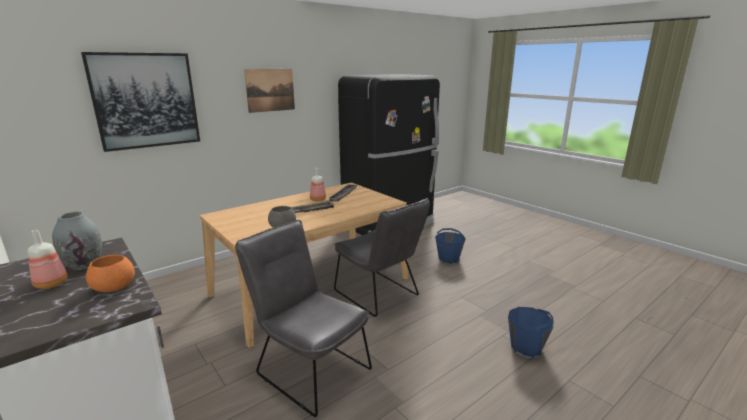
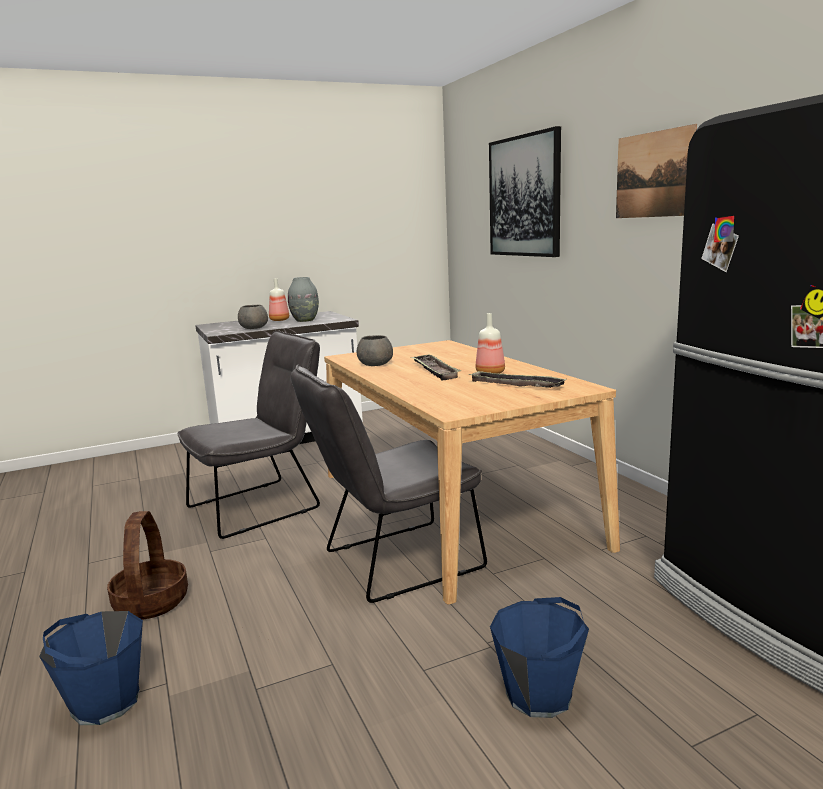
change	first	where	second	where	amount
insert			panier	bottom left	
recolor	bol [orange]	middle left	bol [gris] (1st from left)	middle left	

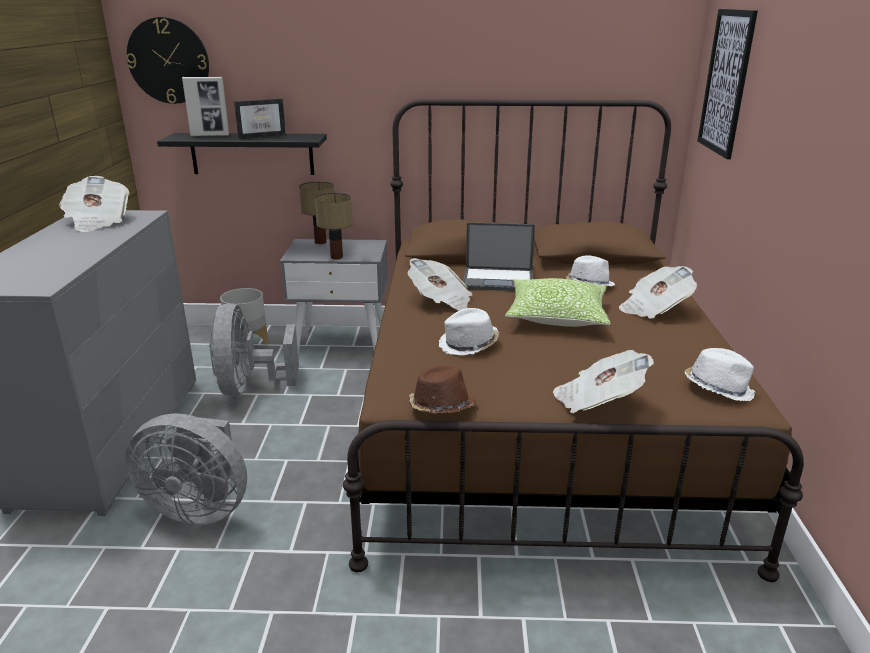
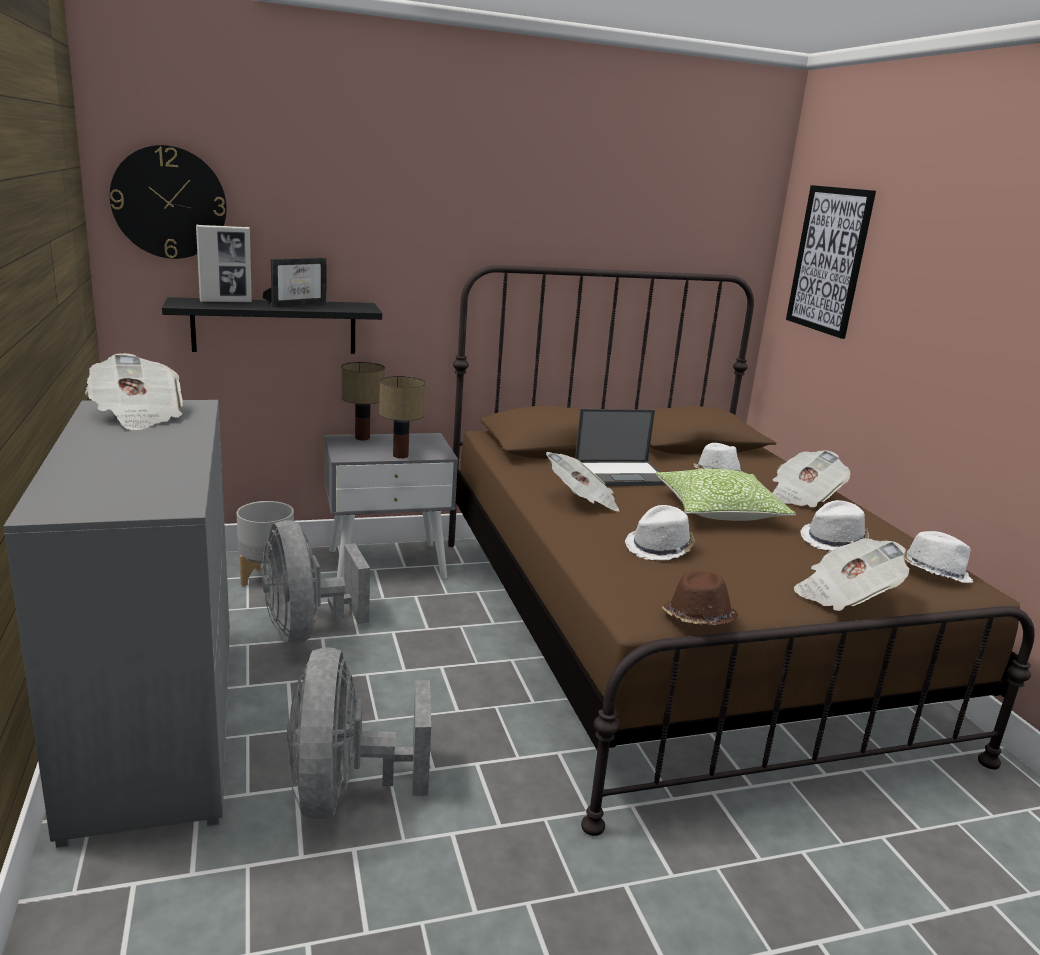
change	first	where	second	where	amount
insert			chapeau [blanc] (3rd from left)	middle right	
rotate	ventilateur [gris] (1st from left in the first image)	bottom left	ventilateur [gris] (2nd from left)	bottom centre	90 degrees clockwise

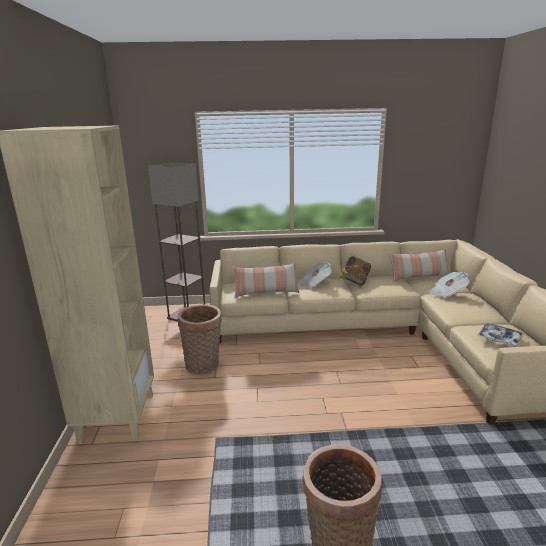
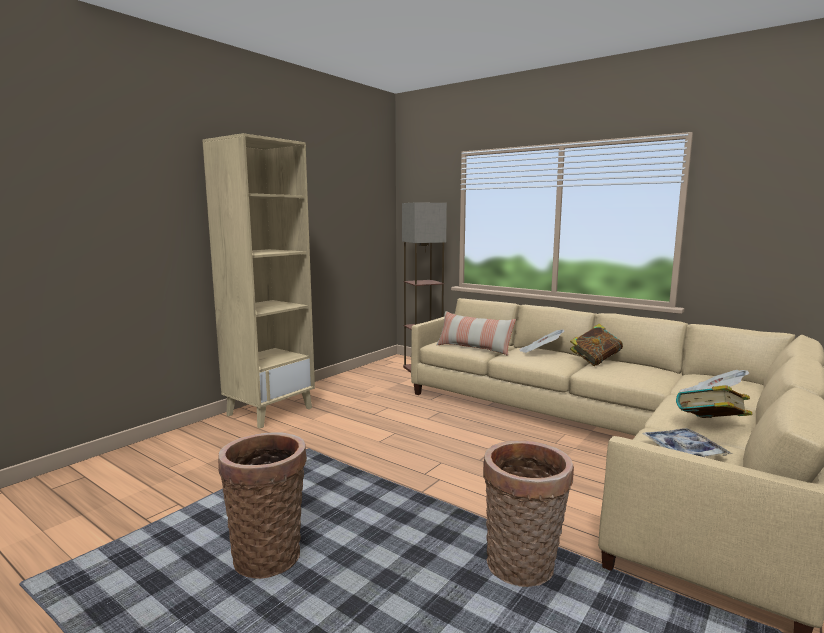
change	first	where	second	where	amount
delete	coussin (2nd from left)	middle right			
insert			livre (2nd from left)	middle right	
move	panier (1st from left in the first image)	centre	panier (2nd from left)	bottom centre	

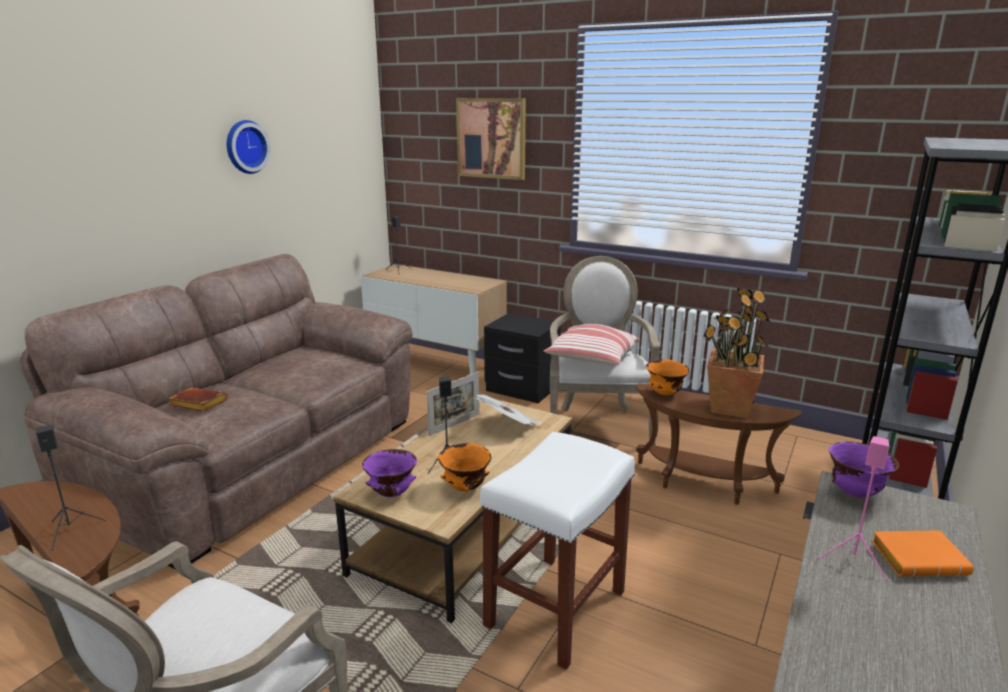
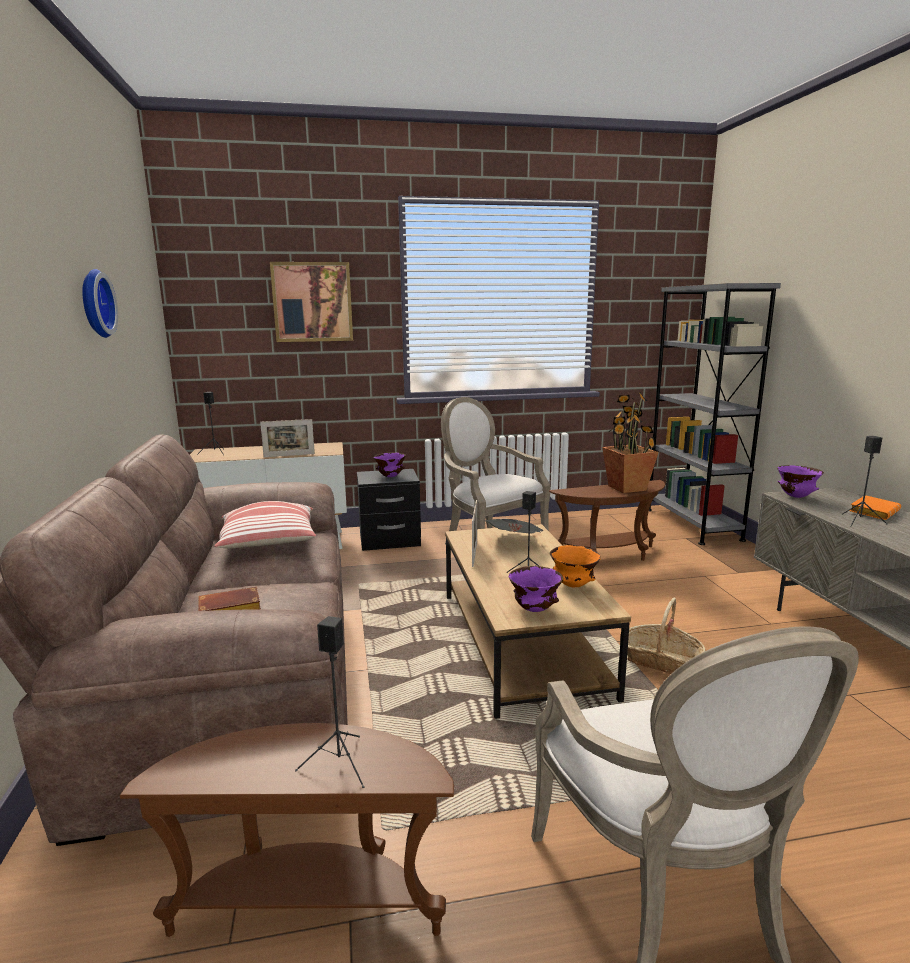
change	first	where	second	where	amount
delete	bol [orange] (2nd from left)	centre			
insert			cadre photo (1st from left)	middle left	
insert			bol [violet] (1st from left)	centre	
move	coussin	centre		middle left	
replace	tabouret [blanc]	bottom centre	panier	middle right	
recolor	enceinte [rose]	bottom right	enceinte [noir] (4th from left)	middle right	

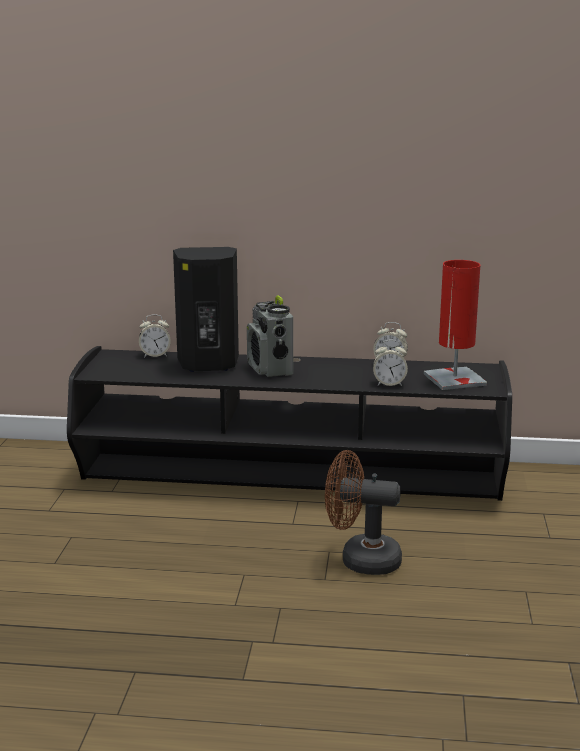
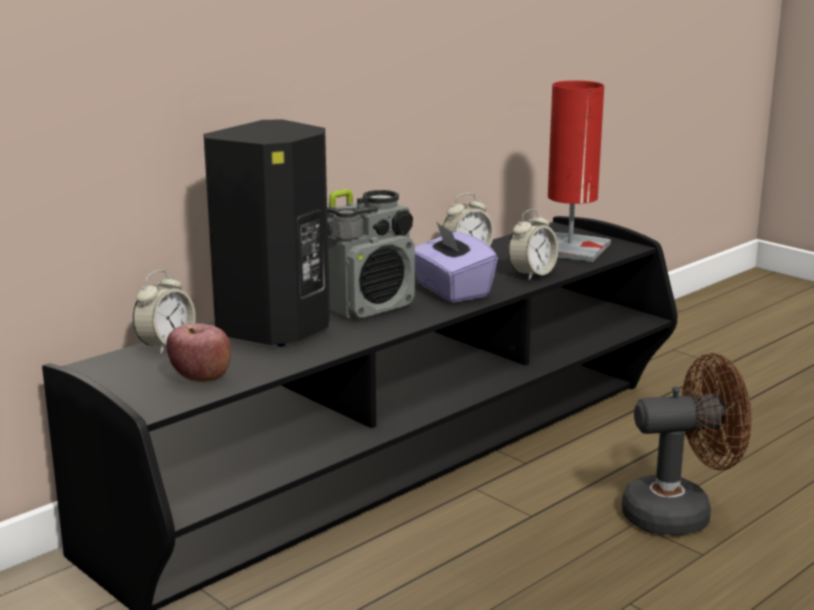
change	first	where	second	where	amount
insert			pomme	middle left	
insert			boîte à mouchoirs [violet]	centre	
rotate	radio	centre		centre	60 degrees counterclockwise
rotate	ventilateur [marron]	bottom centre		bottom right	150 degrees counterclockwise

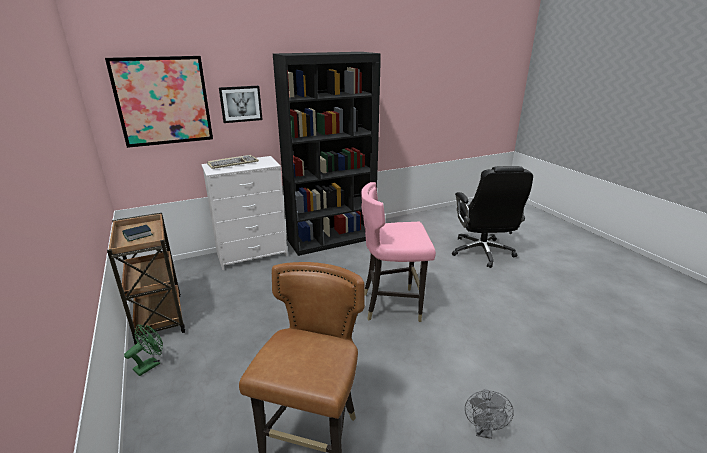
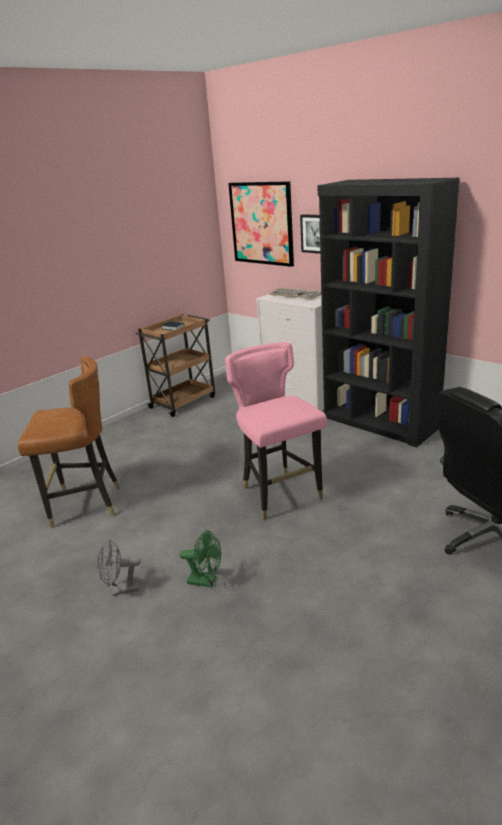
change	first	where	second	where	amount
move	ventilateur [vert]	bottom left		bottom centre	

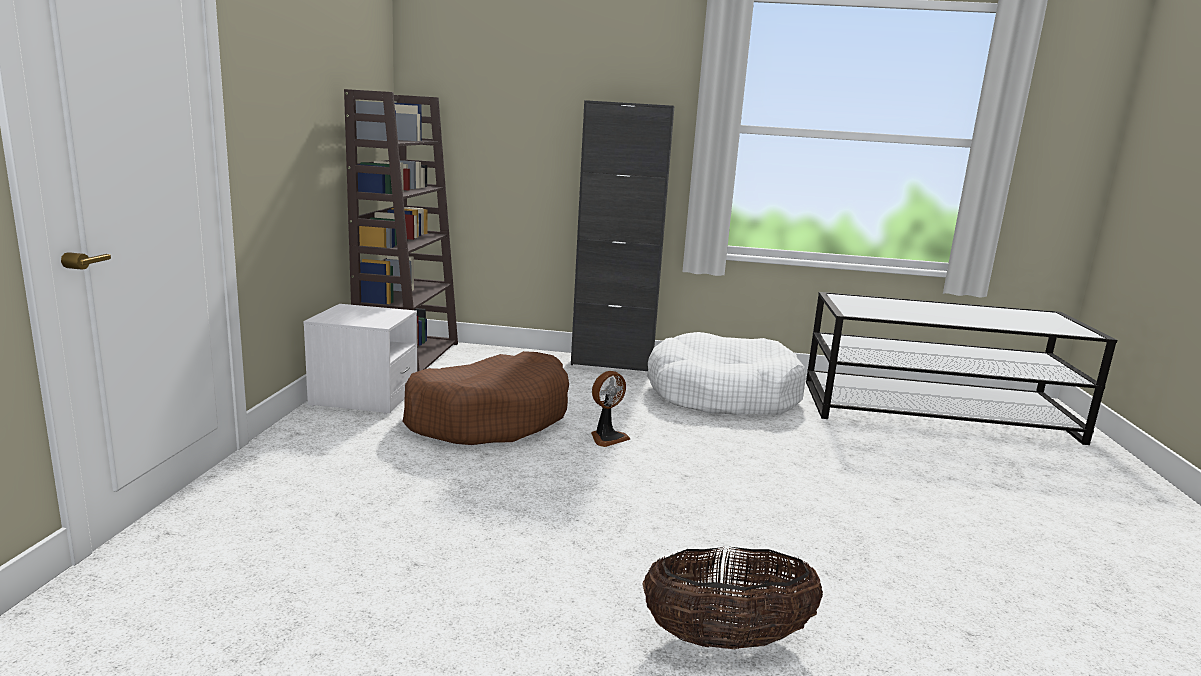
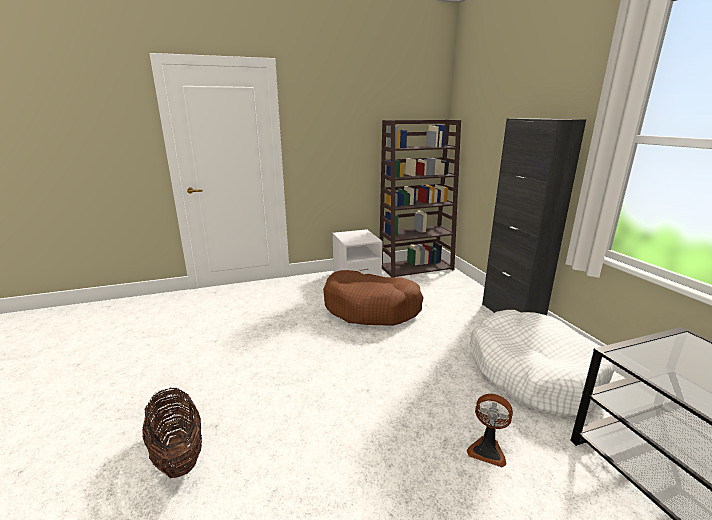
change	first	where	second	where	amount
move	ventilateur	centre		bottom right	

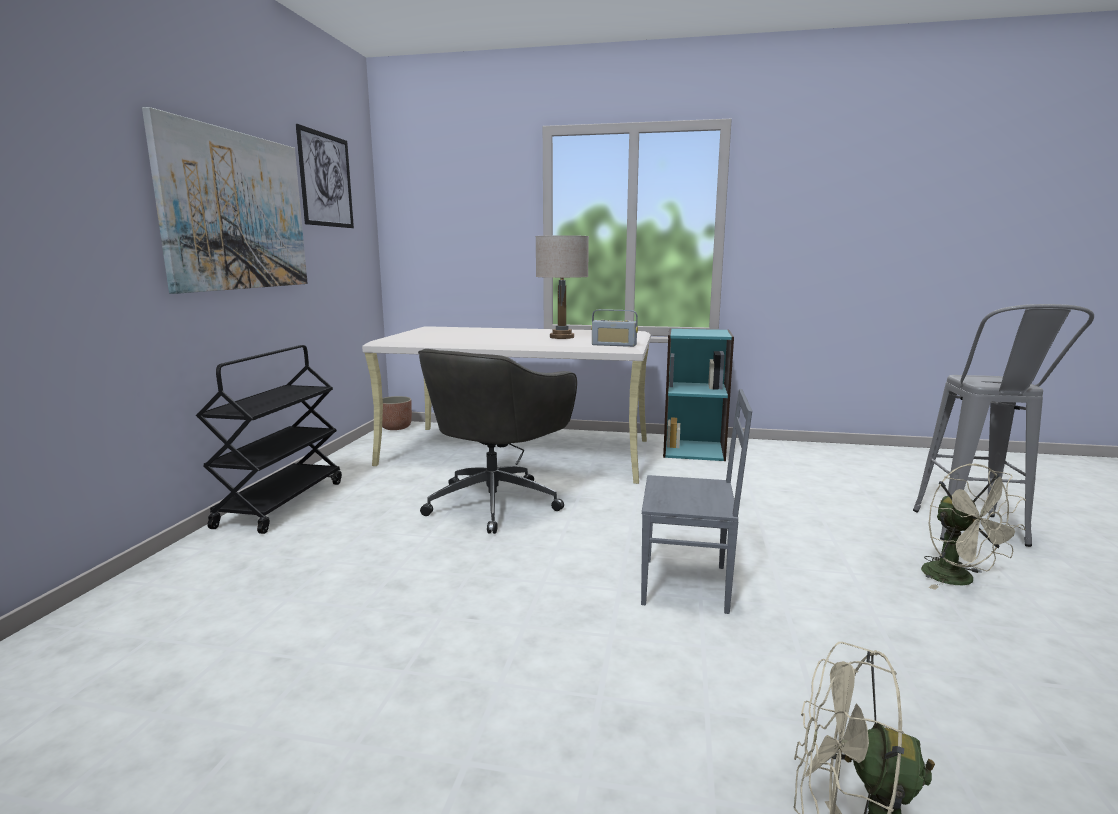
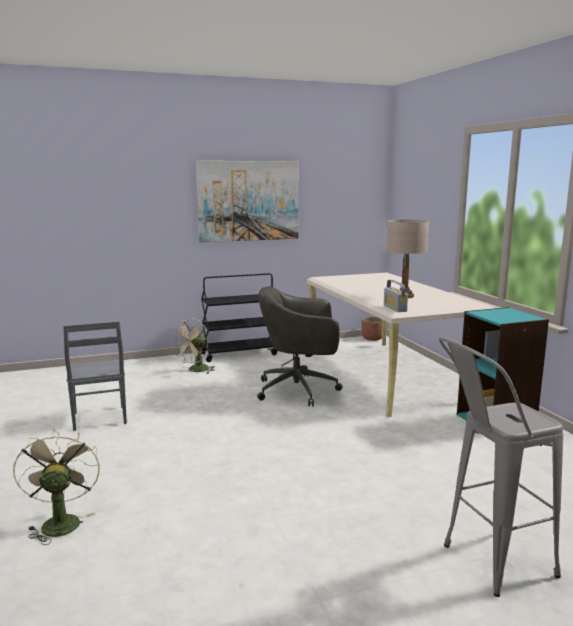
change	first	where	second	where	amount
delete	tableau (2nd from left)	top left			
move	chaise [gris]	centre		middle left	
move	ventilateur [beige] (2nd from left)	middle right		centre	

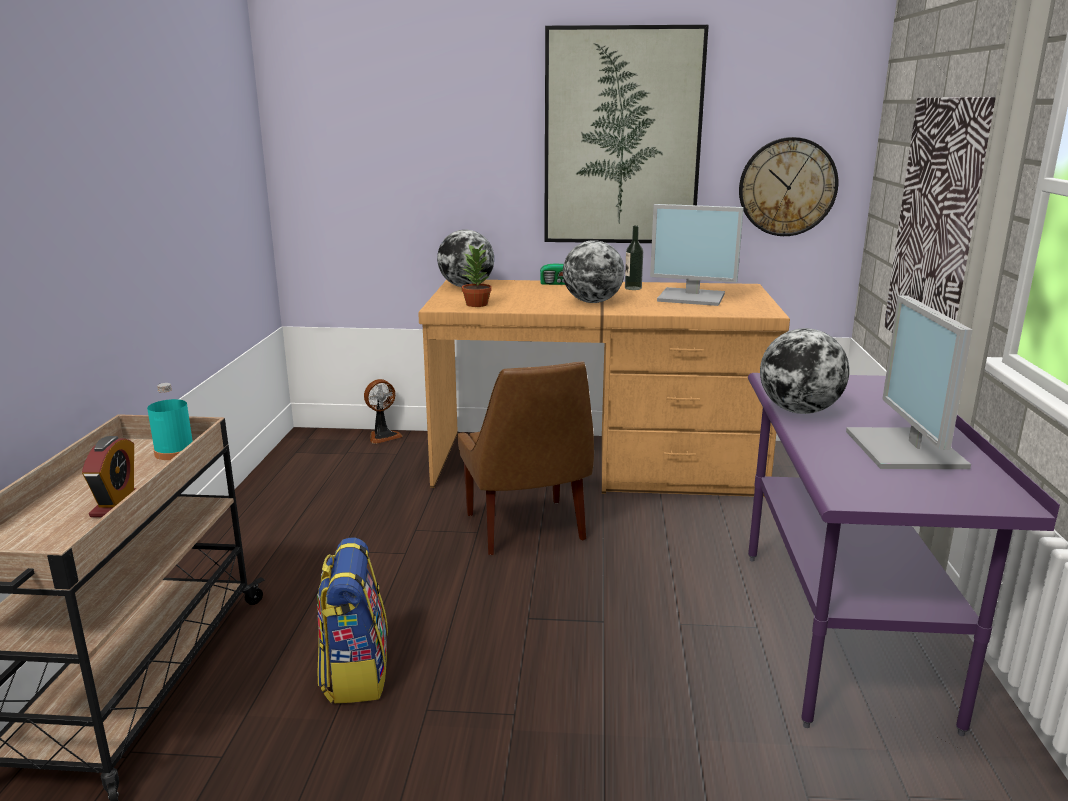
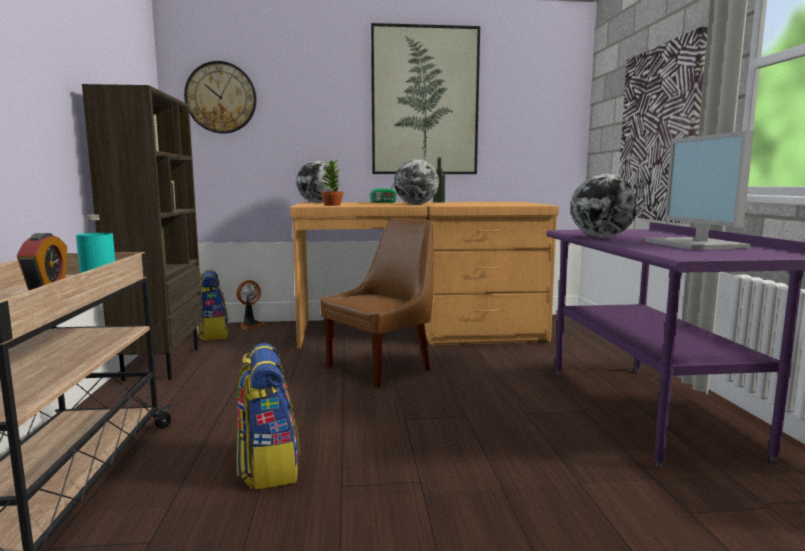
change	first	where	second	where	amount
delete	écran d'ordinateur (1st from left)	top centre			
insert			bibliothèque [marron]	middle left	
insert			sac à dos (1st from left)	middle left	
move	horloge murale	top right		top left	
rotate	chaise [marron]	centre		centre	105 degrees counterclockwise

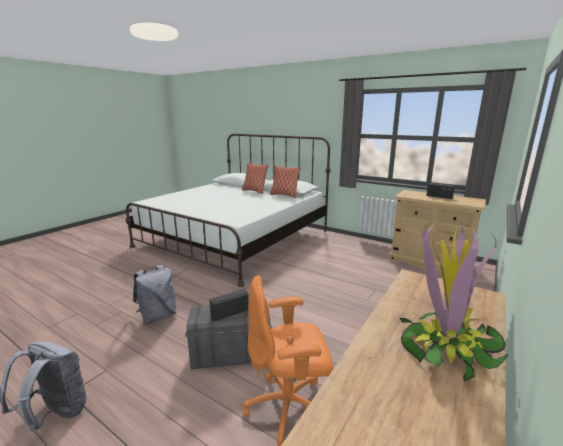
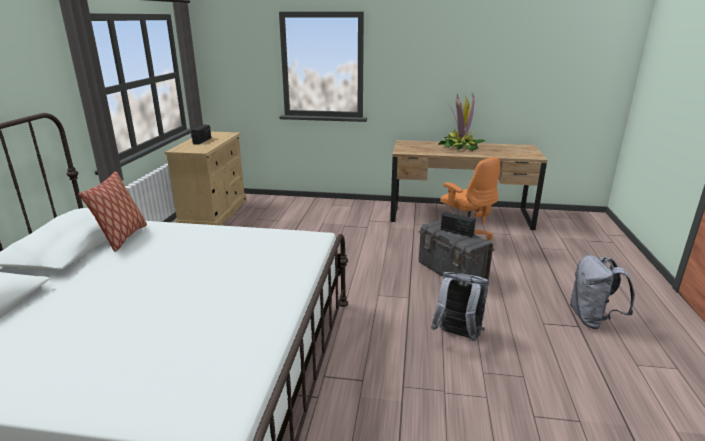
change	first	where	second	where	amount
delete	coussin (1st from left)	centre			

